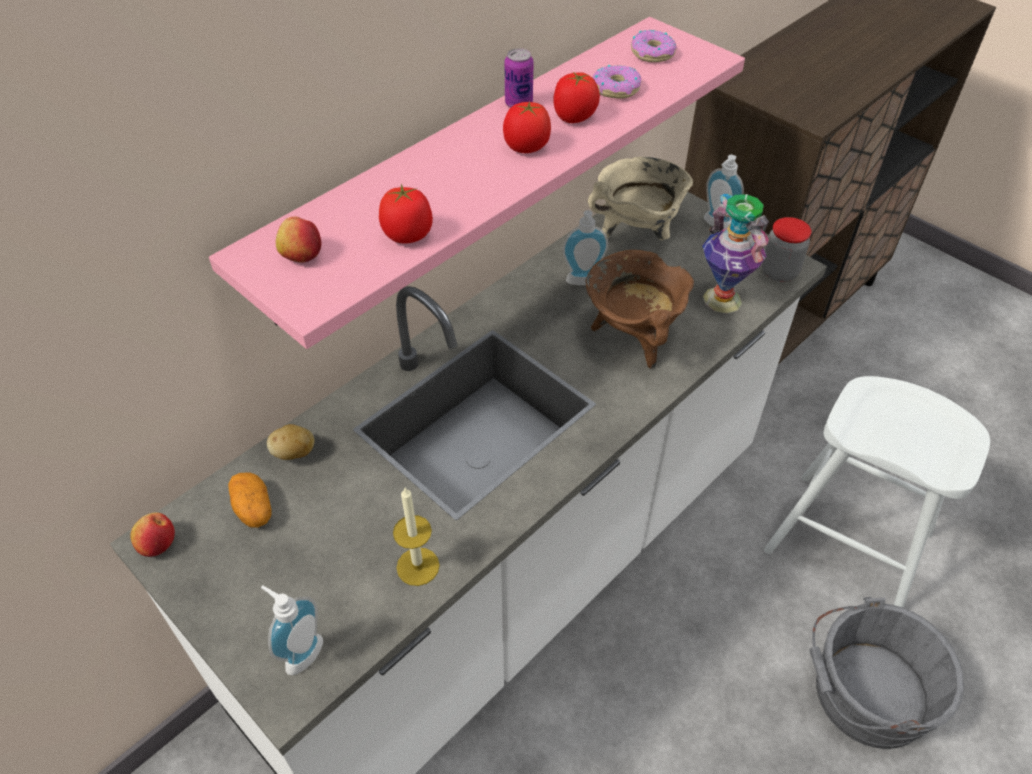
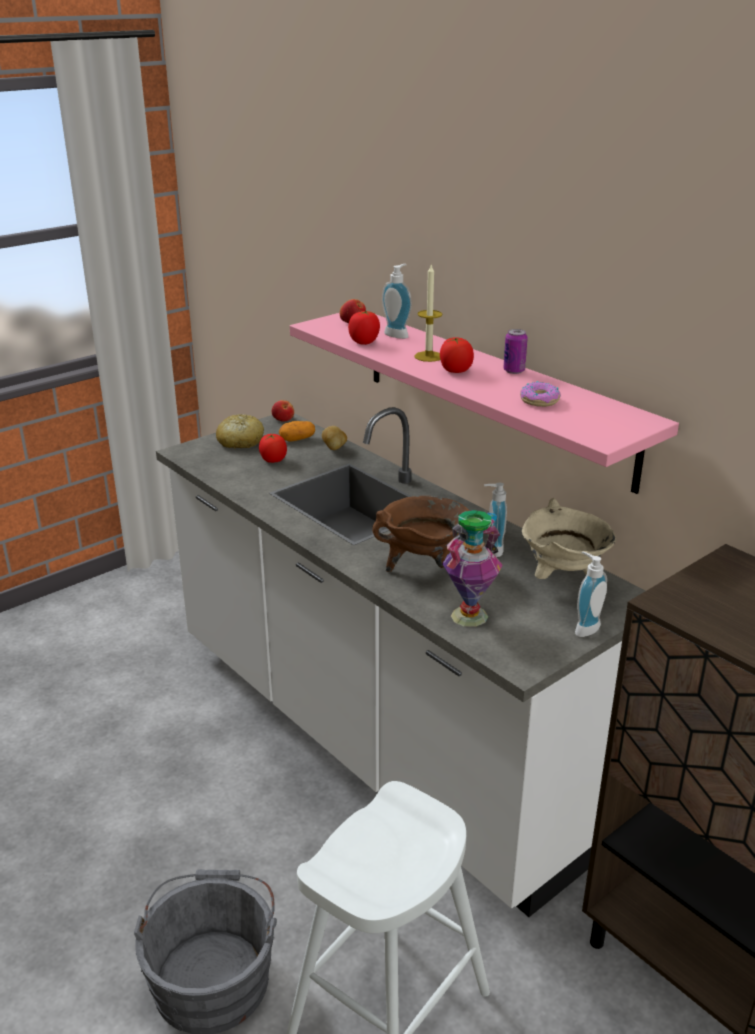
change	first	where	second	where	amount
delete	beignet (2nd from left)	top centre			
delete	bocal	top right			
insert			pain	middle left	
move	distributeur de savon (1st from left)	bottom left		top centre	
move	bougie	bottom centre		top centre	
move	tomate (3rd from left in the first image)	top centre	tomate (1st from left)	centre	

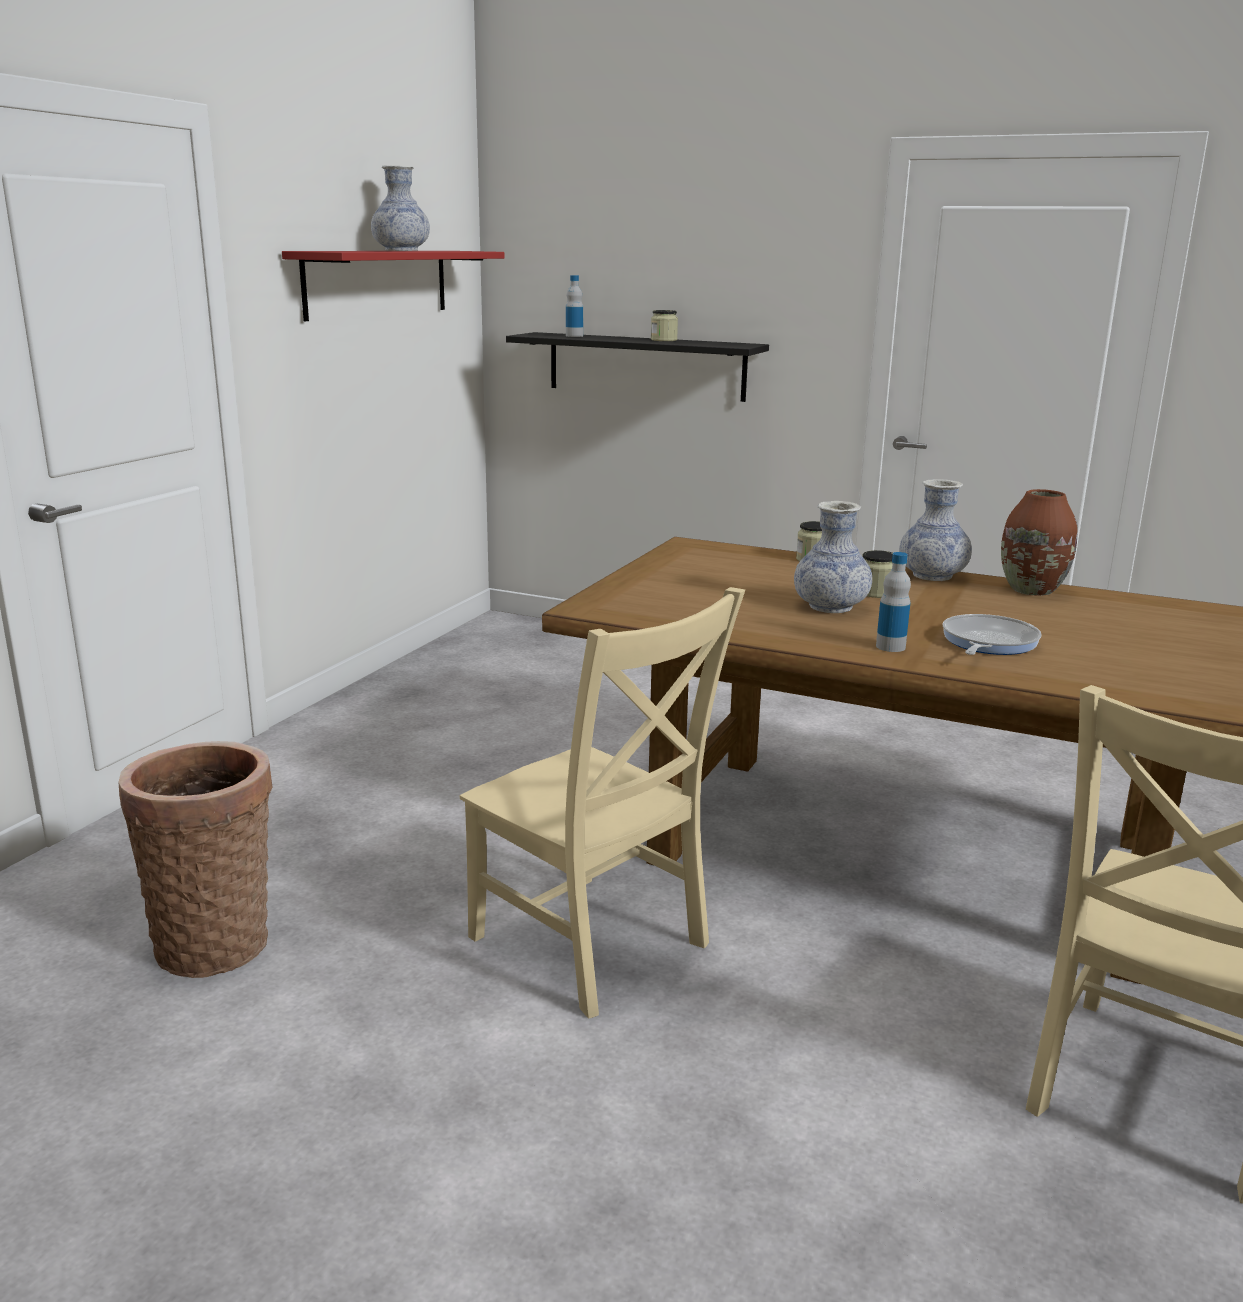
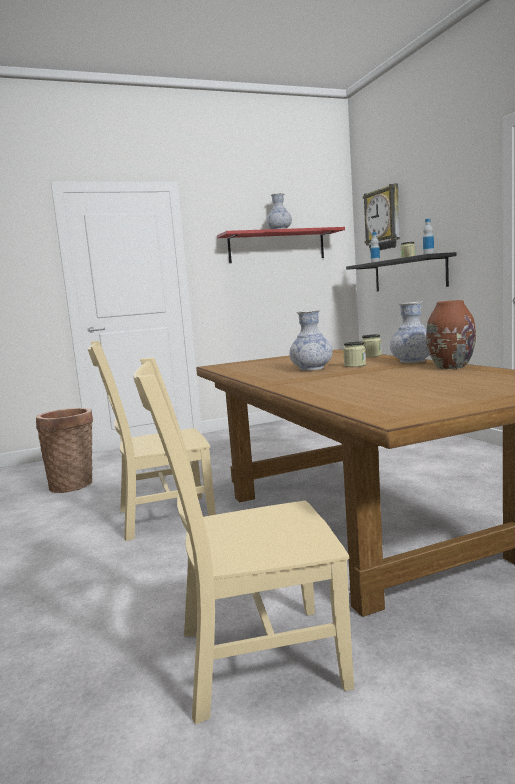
change	first	where	second	where	amount
delete	poêle	middle right			
insert			horloge murale	top right	
move	bouteille (2nd from left)	middle right		top right	
rotate	chaise [beige] (1st from left)	centre		middle left	75 degrees clockwise

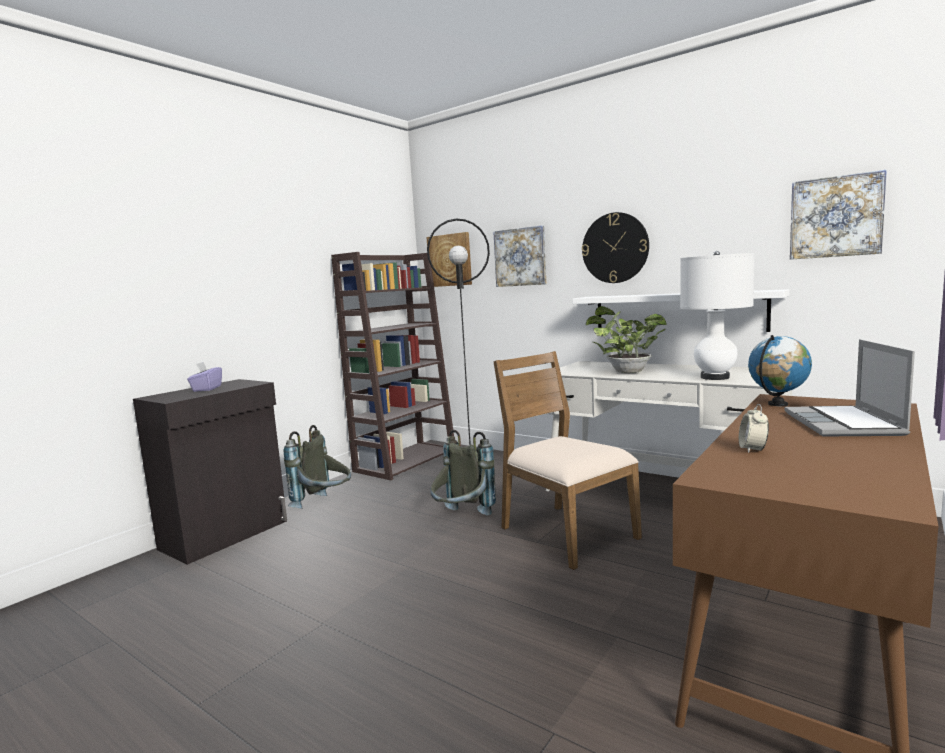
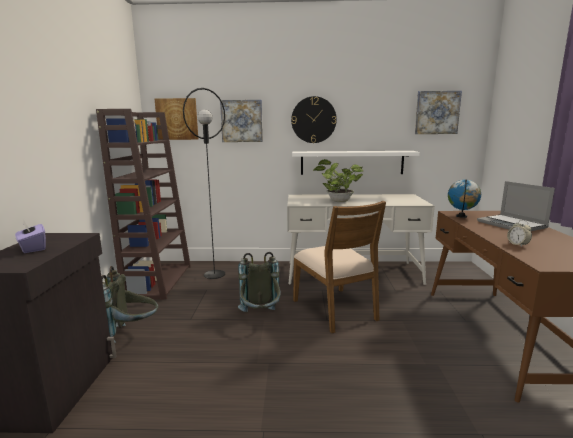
change	first	where	second	where	amount
delete	lampe de table [blanc]	middle right			
rotate	chaise [marron]	centre		centre	135 degrees counterclockwise

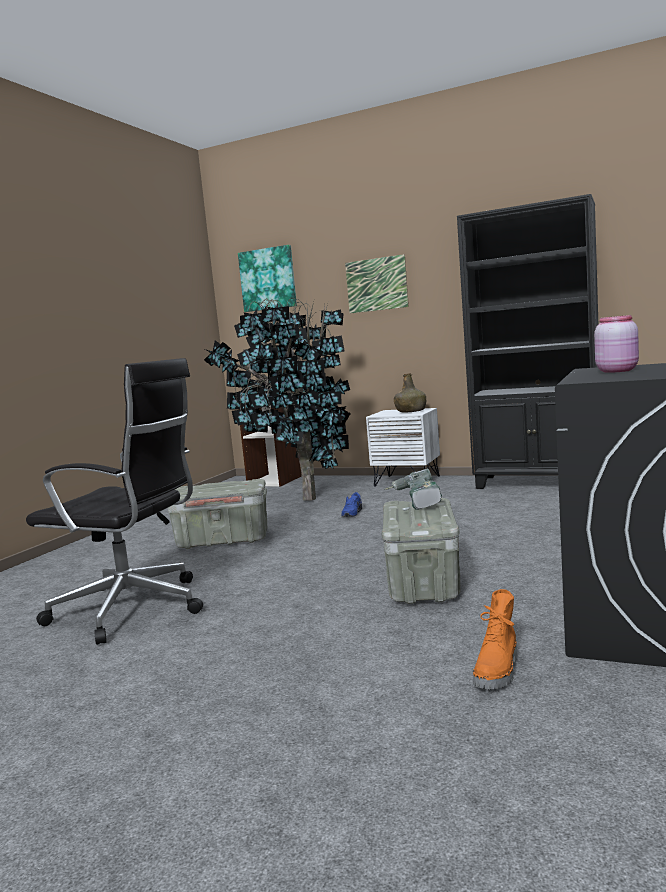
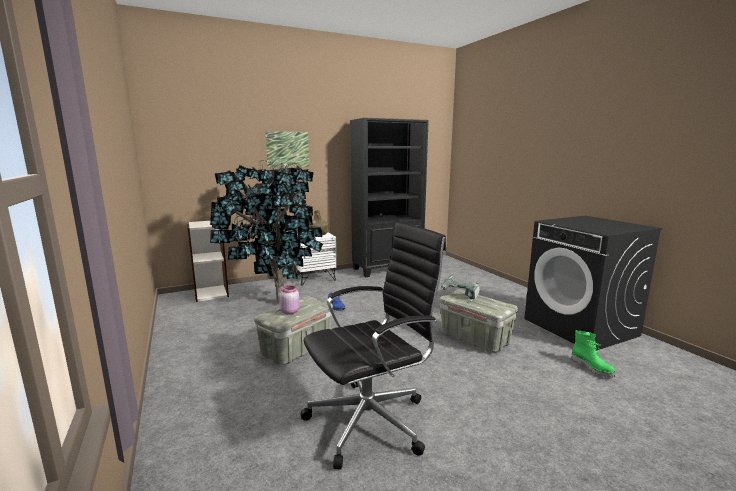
change	first	where	second	where	amount
delete	tableau (1st from left)	top centre			
move	bocal [rose]	middle right		centre	
recolor	botte [orange]	bottom right	botte [vert]	bottom right	

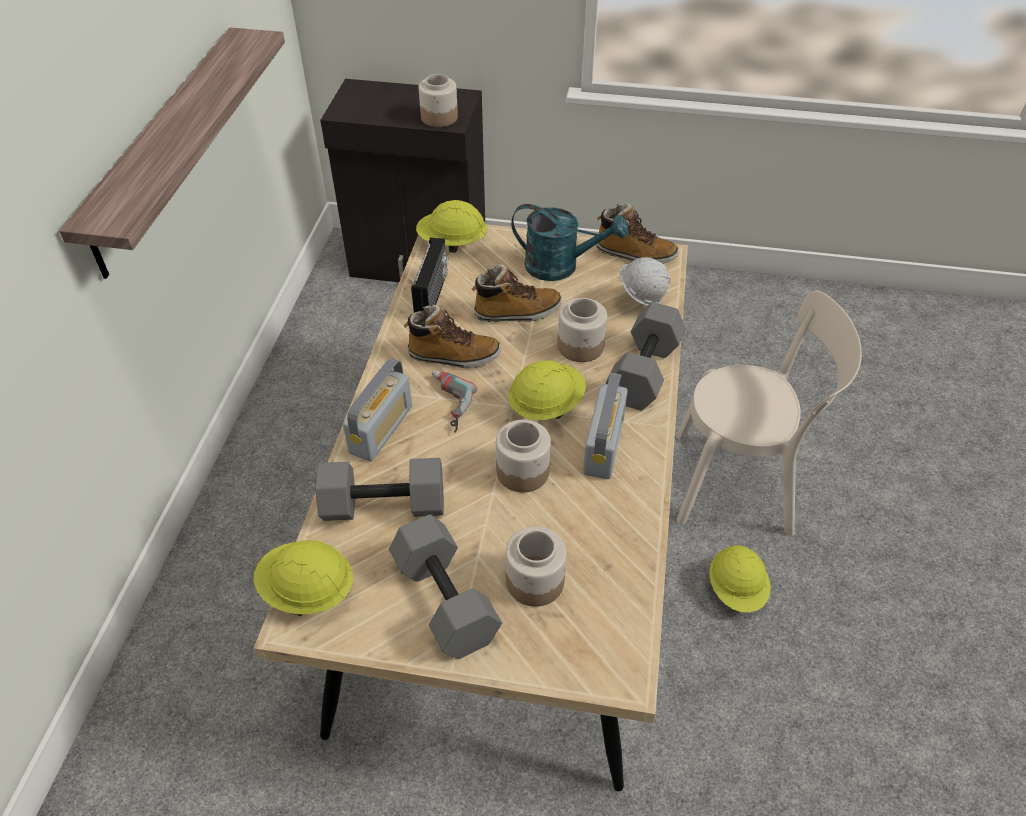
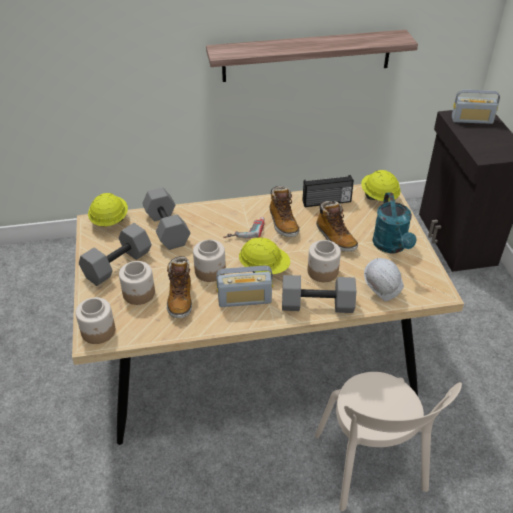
change	first	where	second	where	amount
delete	casque de chantier [jaune] (4th from left)	bottom right			
move	radio (1st from left in the first image)	centre	radio (3rd from left)	top right	
move	bocal (1st from left)	top centre		middle left	
move	botte (3rd from left in the first image)	top centre	botte (1st from left)	centre	

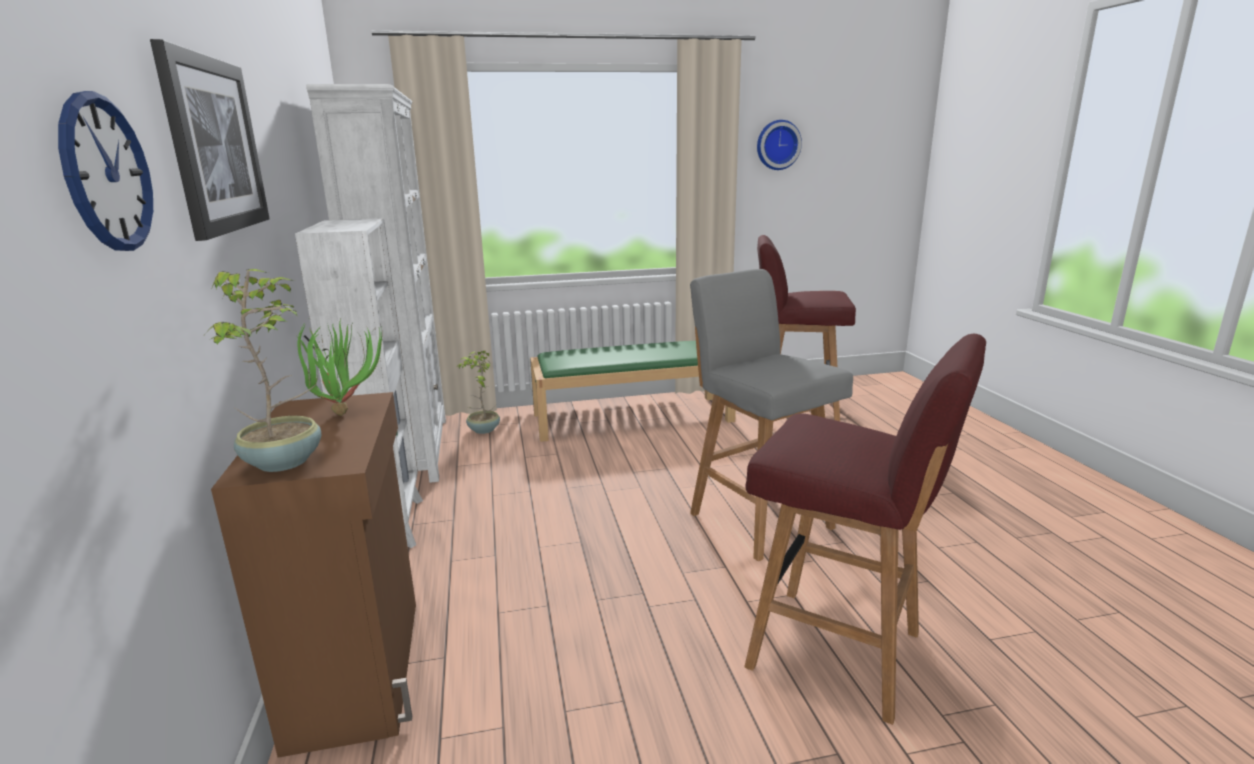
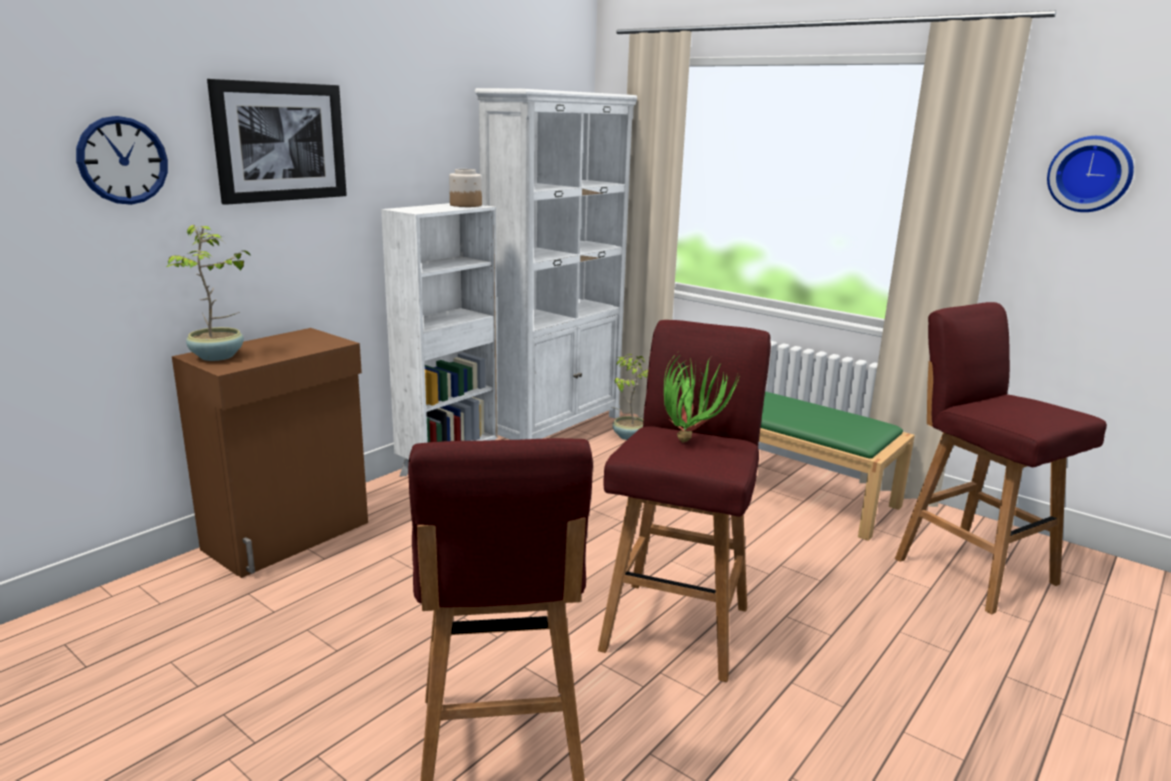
change	first	where	second	where	amount
insert			bocal	top centre	
move	plante en pot (2nd from left in the first image)	middle left	plante en pot (3rd from left)	centre	
recolor	tabouret [gris]	centre	tabouret [rouge] (2nd from left)	centre	

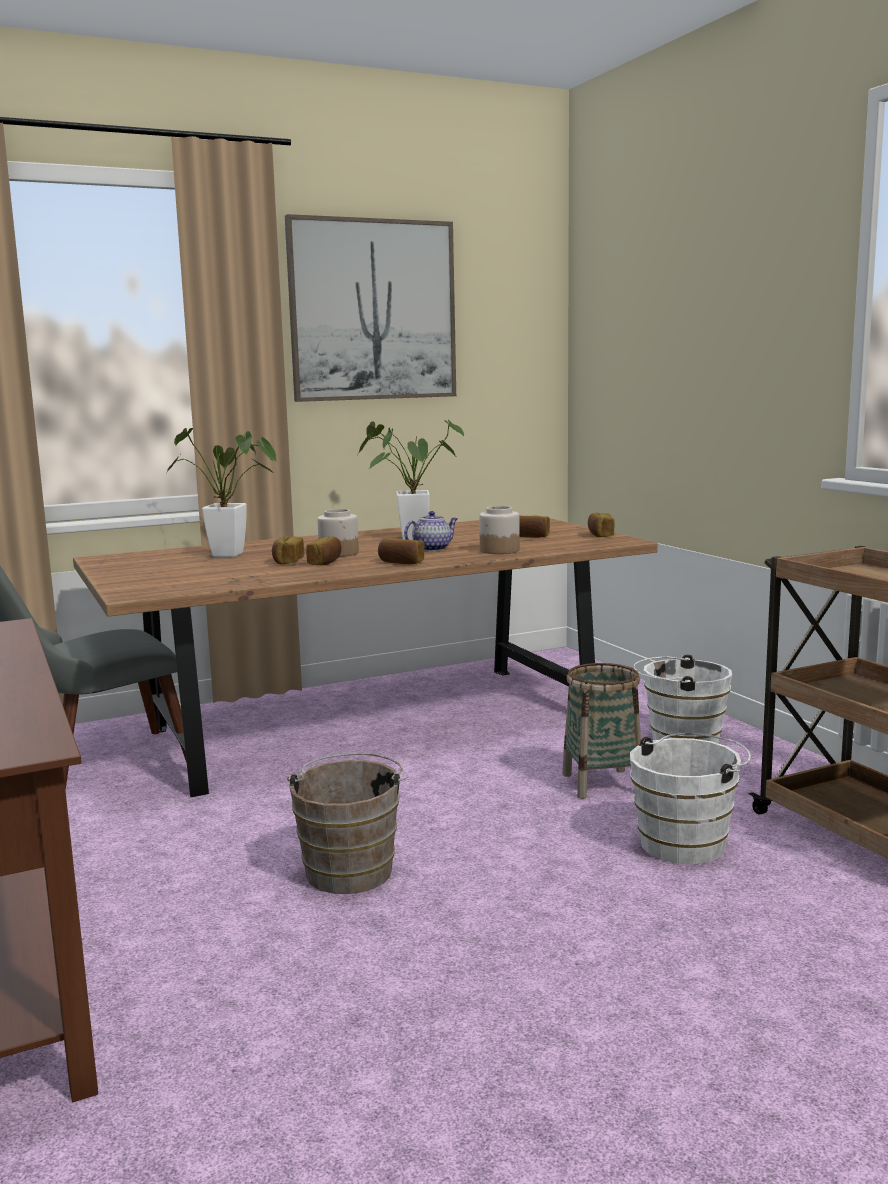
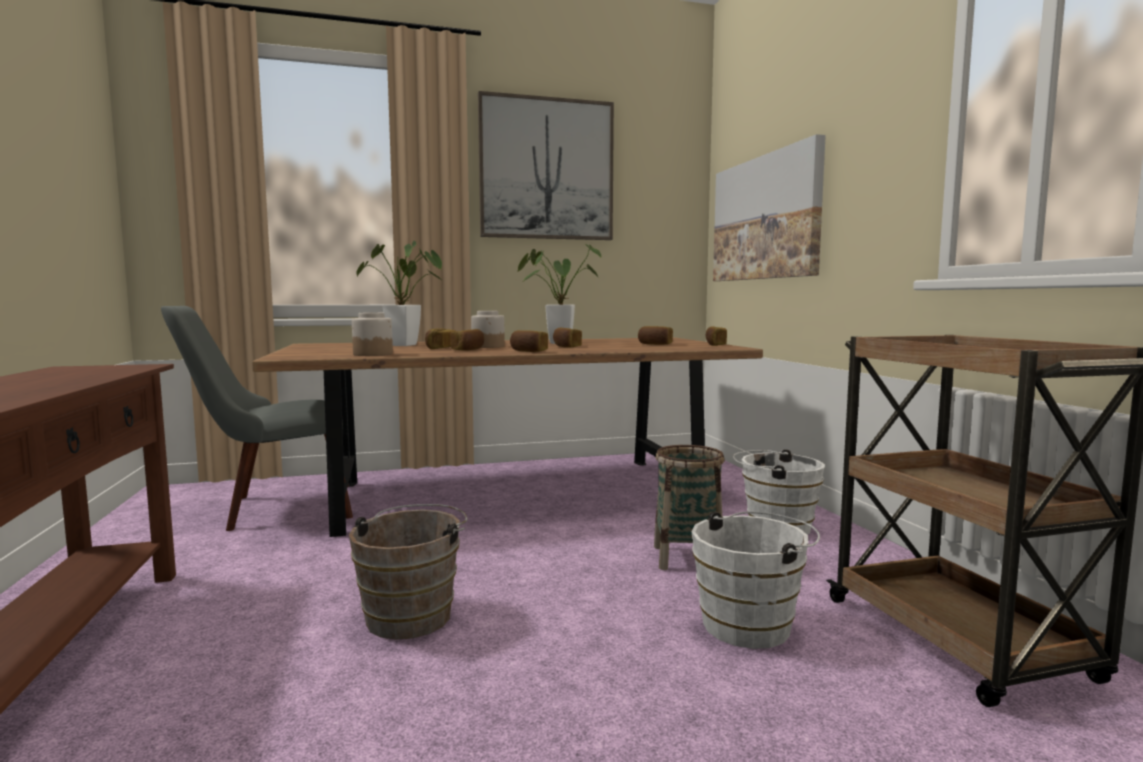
change	first	where	second	where	amount
insert			tableau (2nd from left)	top right	
move	bocal (2nd from left in the first image)	centre	bocal (1st from left)	middle left	
replace	théière	centre	pain (4th from left)	centre	

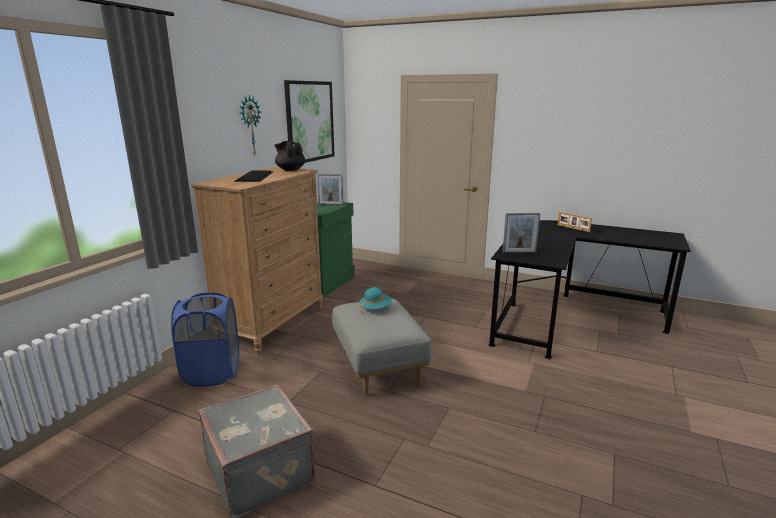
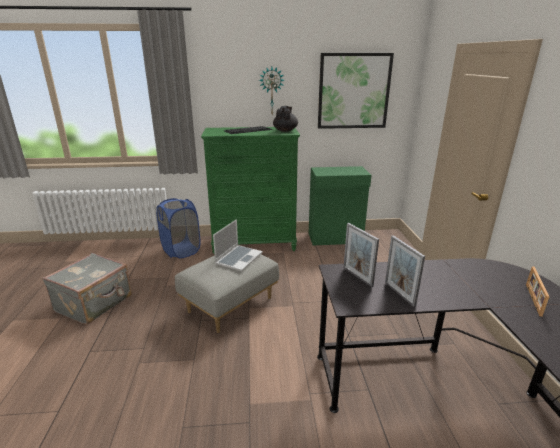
change	first	where	second	where	amount
move	cadre photo (1st from left in the first image)	centre	cadre photo (2nd from left)	middle right	
replace	chapeau [turquoise]	centre	ordinateur portable	centre	
recolor	commode [marron]	middle left	commode [vert]	centre	

